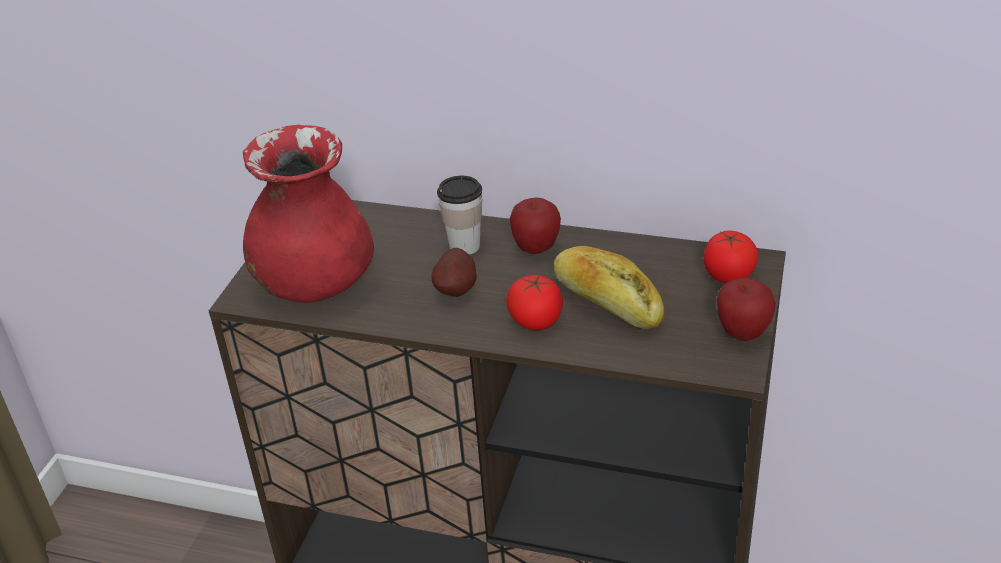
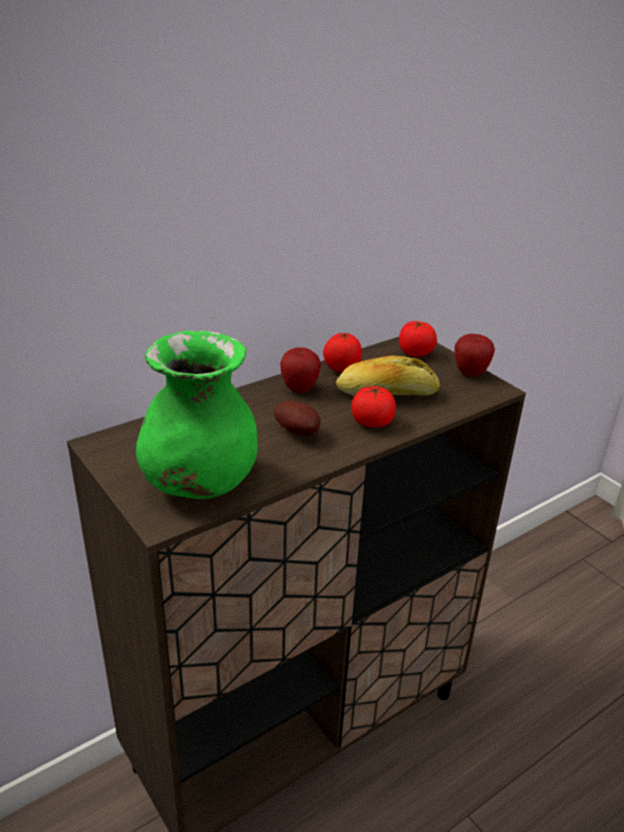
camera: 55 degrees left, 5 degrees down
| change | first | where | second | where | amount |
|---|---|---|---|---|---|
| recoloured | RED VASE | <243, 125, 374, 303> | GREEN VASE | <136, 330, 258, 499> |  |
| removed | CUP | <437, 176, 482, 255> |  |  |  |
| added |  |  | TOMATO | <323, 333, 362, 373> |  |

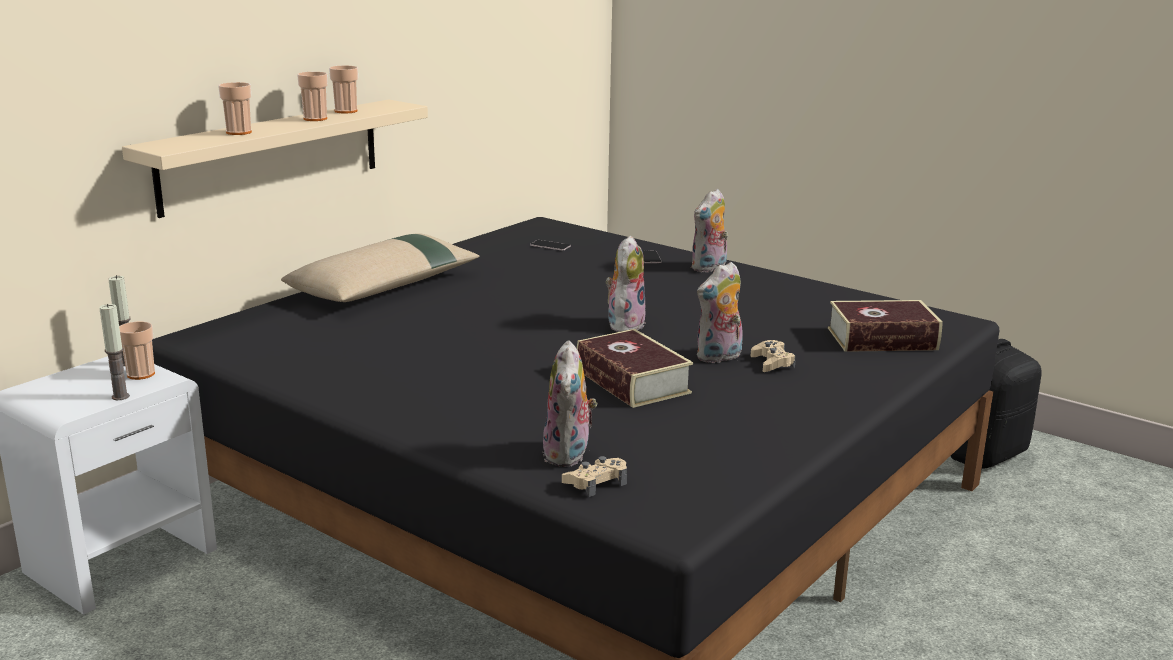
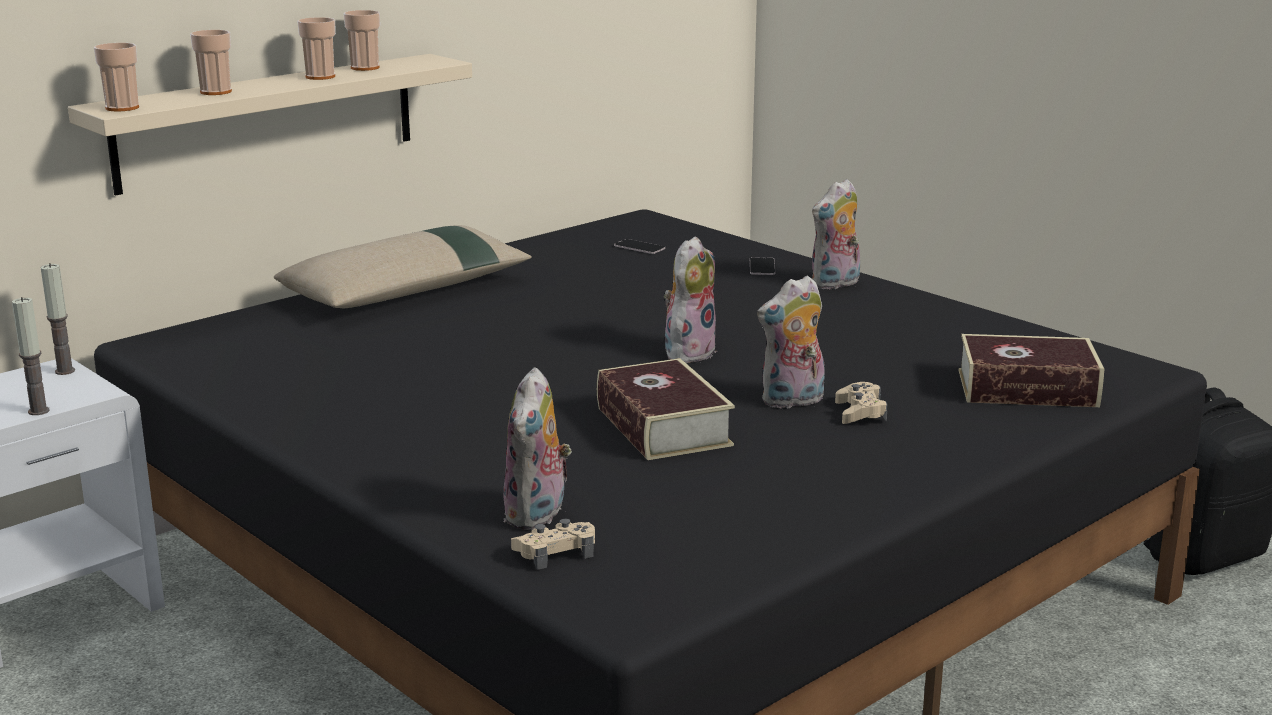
camera: 10 degrees right, 0 degrees up
| change | first | where | second | where | amount |
|---|---|---|---|---|---|
| moved | CUP | <119, 321, 155, 380> |  | <94, 43, 139, 112> |  |

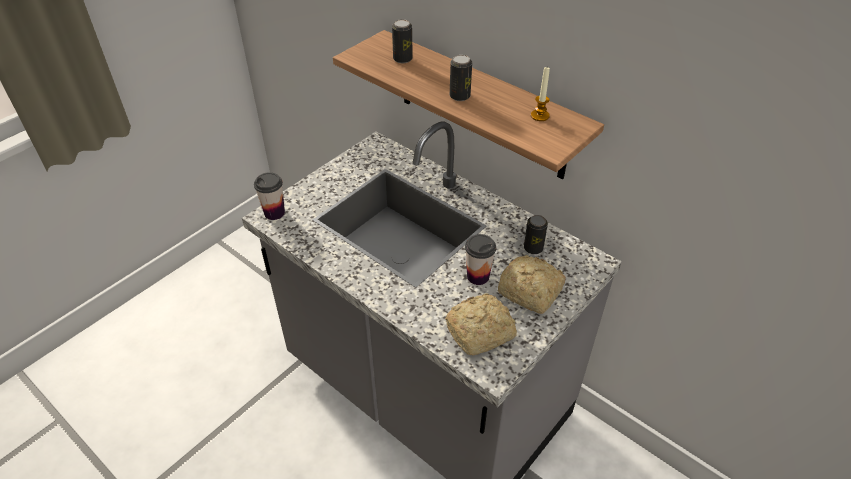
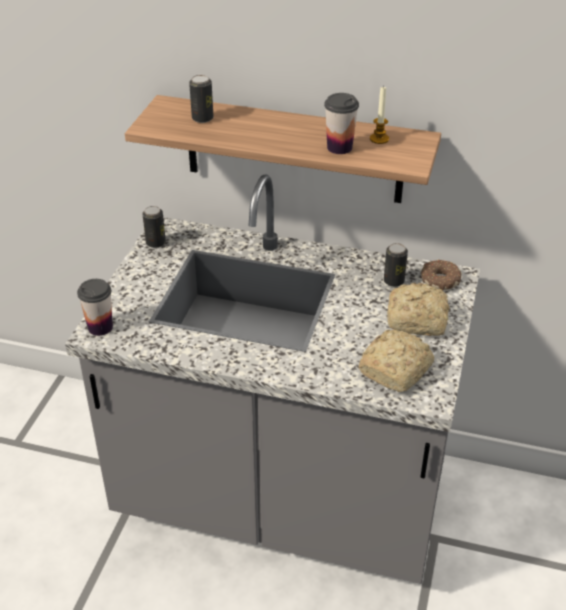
camera: 25 degrees left, 5 degrees down
| change | first | where | second | where | amount |
|---|---|---|---|---|---|
| moved | CAN | <450, 55, 472, 101> |  | <142, 206, 166, 248> |  |
| moved | CUP | <465, 234, 496, 285> |  | <324, 93, 359, 154> |  |
| added |  |  | DONUT | <421, 260, 461, 290> |  |

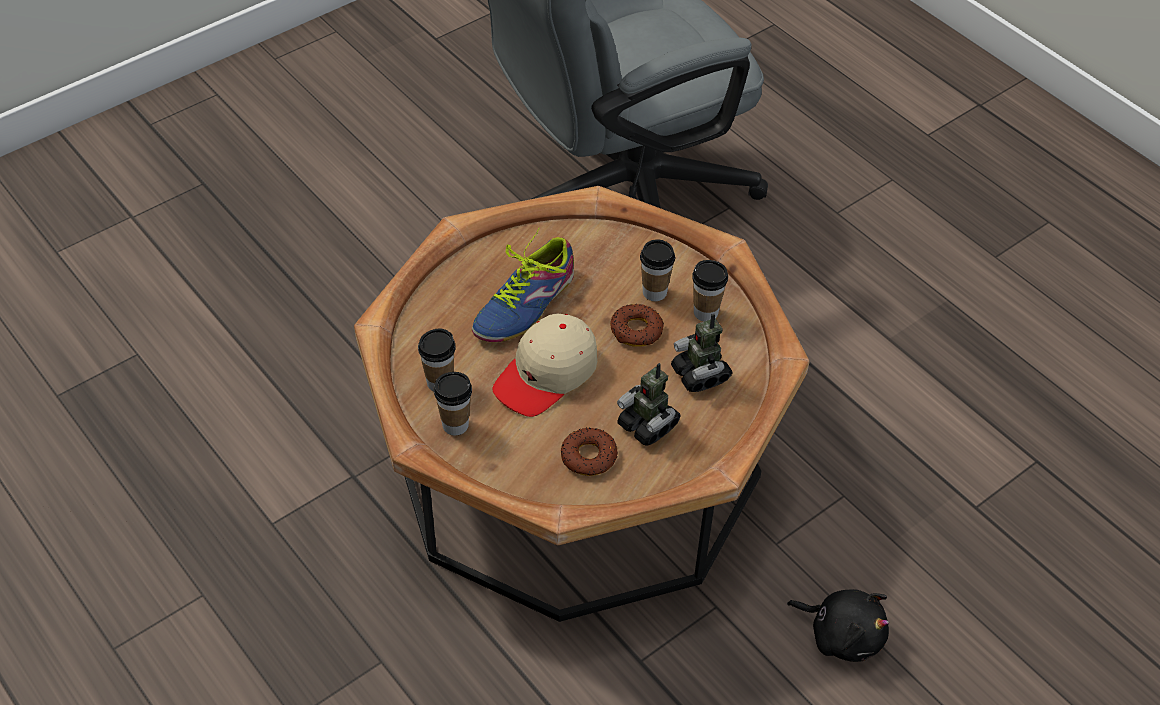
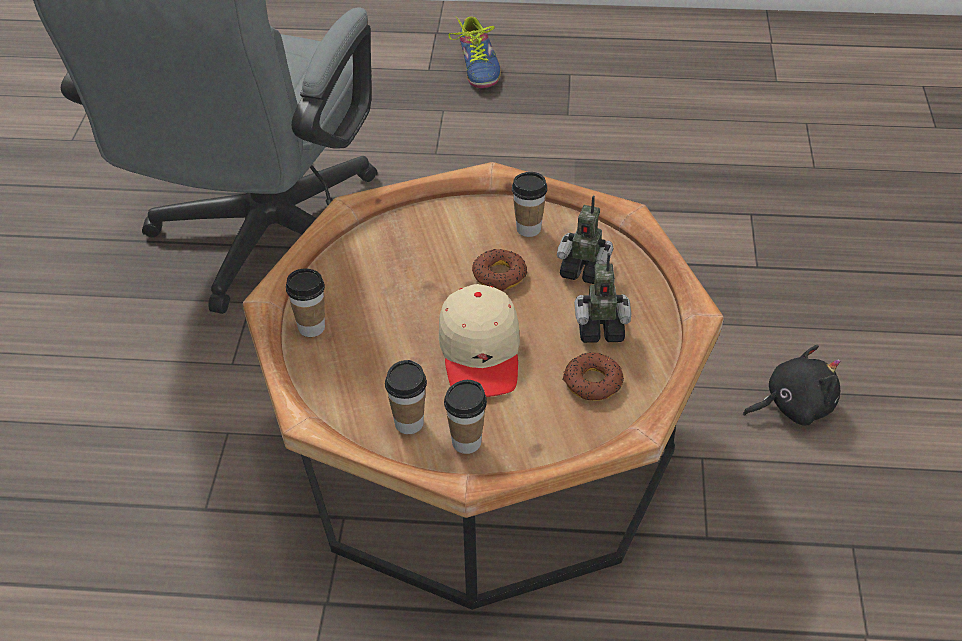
camera: 45 degrees left, 5 degrees down
| change | first | where | second | where | amount |
|---|---|---|---|---|---|
| moved | SHOE | <472, 227, 574, 342> |  | <448, 16, 501, 88> |  |
| moved | CUP | <640, 239, 675, 301> |  | <286, 269, 325, 337> |  |

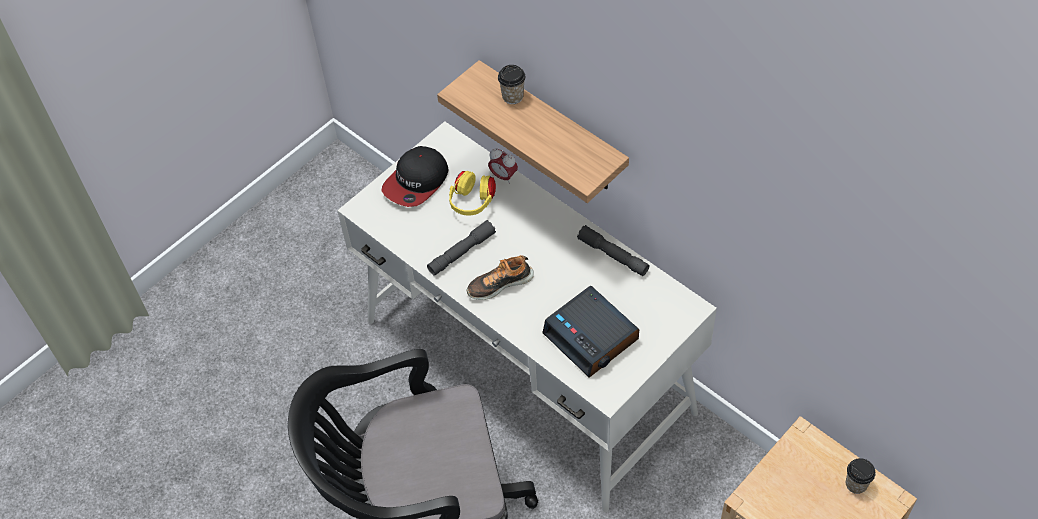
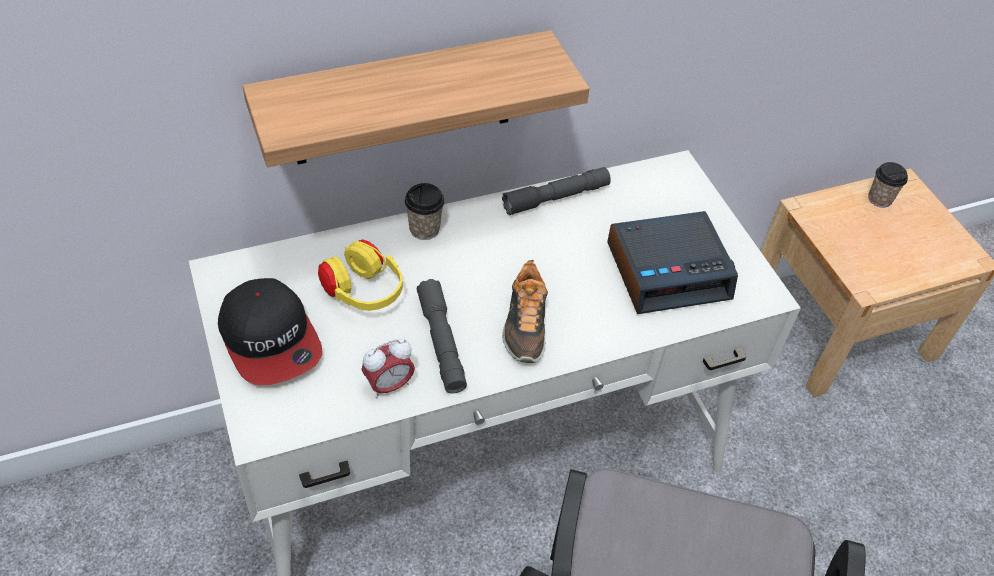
camera: 70 degrees left, 5 degrees down
| change | first | where | second | where | amount |
|---|---|---|---|---|---|
| moved | ALARM CLOCK | <488, 148, 518, 184> |  | <361, 339, 415, 399> |  |
| moved | CUP | <498, 65, 525, 104> |  | <405, 183, 445, 240> |  |

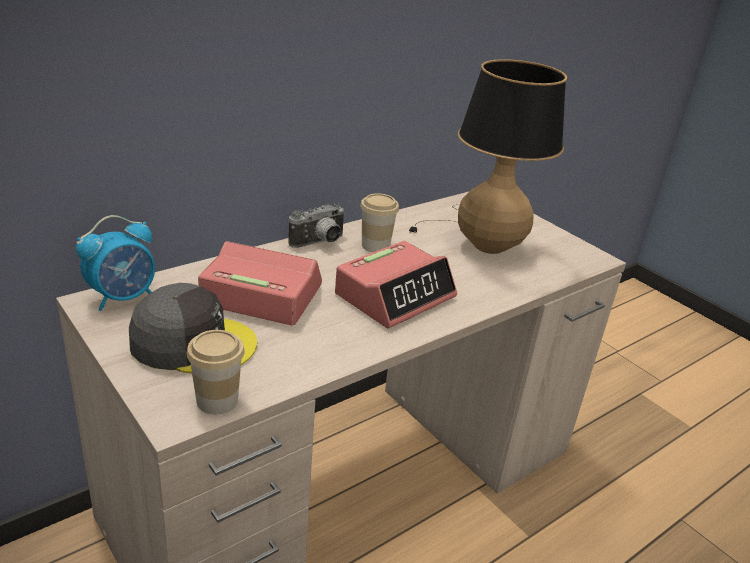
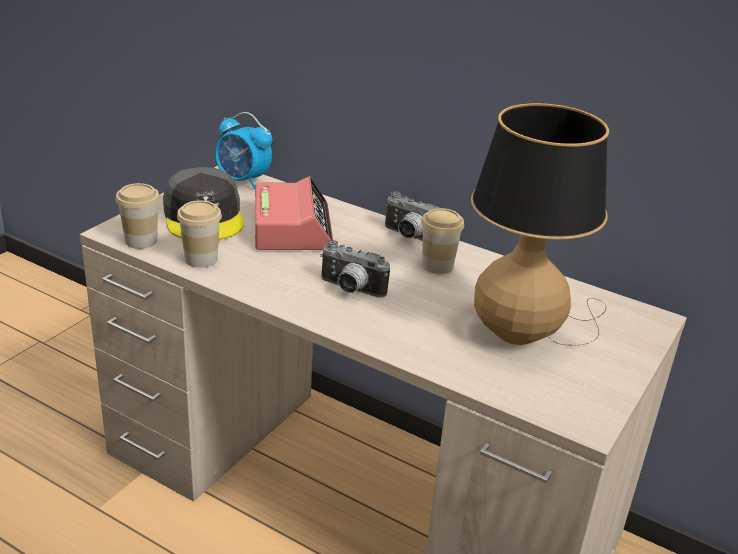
camera: 70 degrees right, 0 degrees up
| change | first | where | second | where | amount |
|---|---|---|---|---|---|
| replaced | ALARM CLOCK | <335, 241, 457, 328> | PHOTO CAMERA | <320, 240, 390, 298> |  |
| added |  |  | CUP | <177, 200, 222, 268> |  |

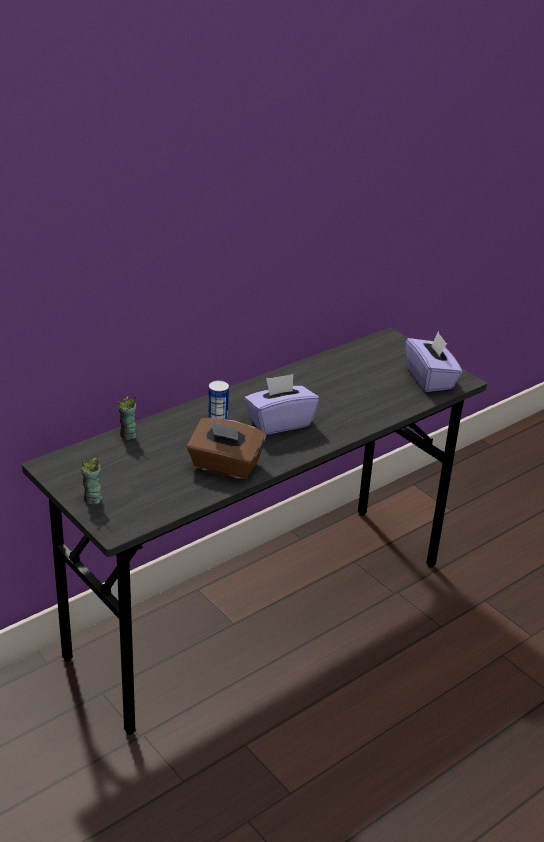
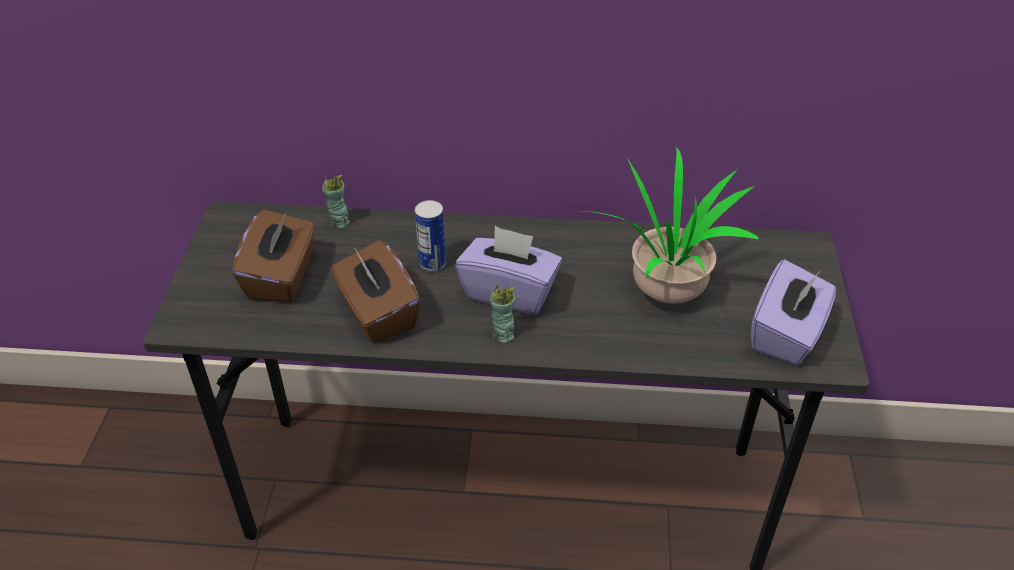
camera: 45 degrees right, 10 degrees up
| change | first | where | second | where | amount |
|---|---|---|---|---|---|
| moved | CUP | <81, 458, 102, 504> |  | <489, 284, 516, 343> |  |
| added |  |  | BROWN TISSUE BOX | <232, 209, 315, 303> |  |
| added |  |  | POTTED PLANT | <586, 147, 759, 304> |  |

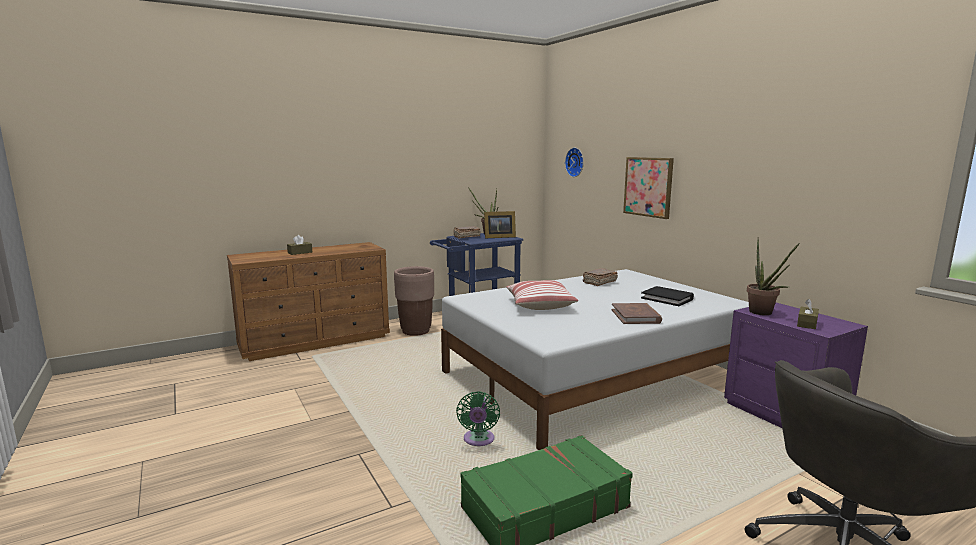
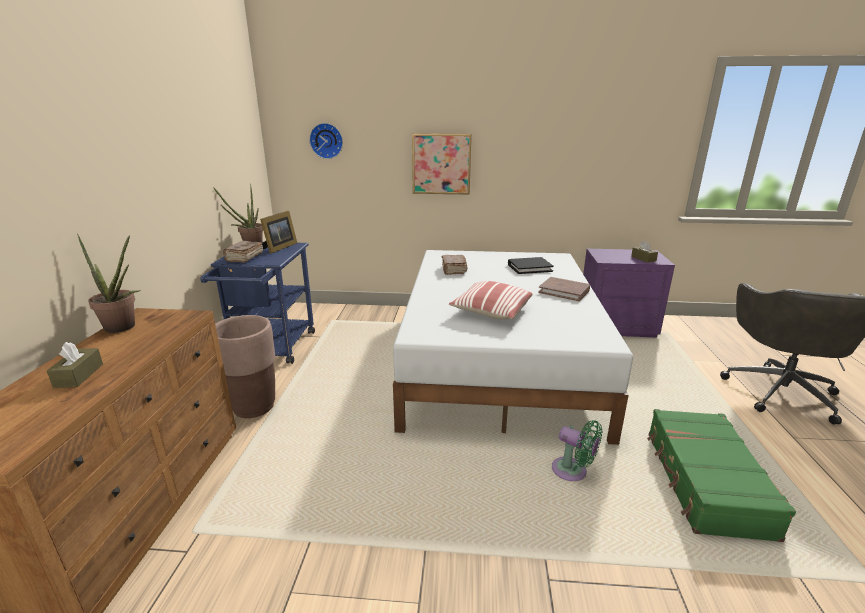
camera: 55 degrees left, 10 degrees up
| change | first | where | second | where | amount |
|---|---|---|---|---|---|
| moved | POTTED PLANT | <747, 239, 800, 315> |  | <77, 233, 141, 333> |  |

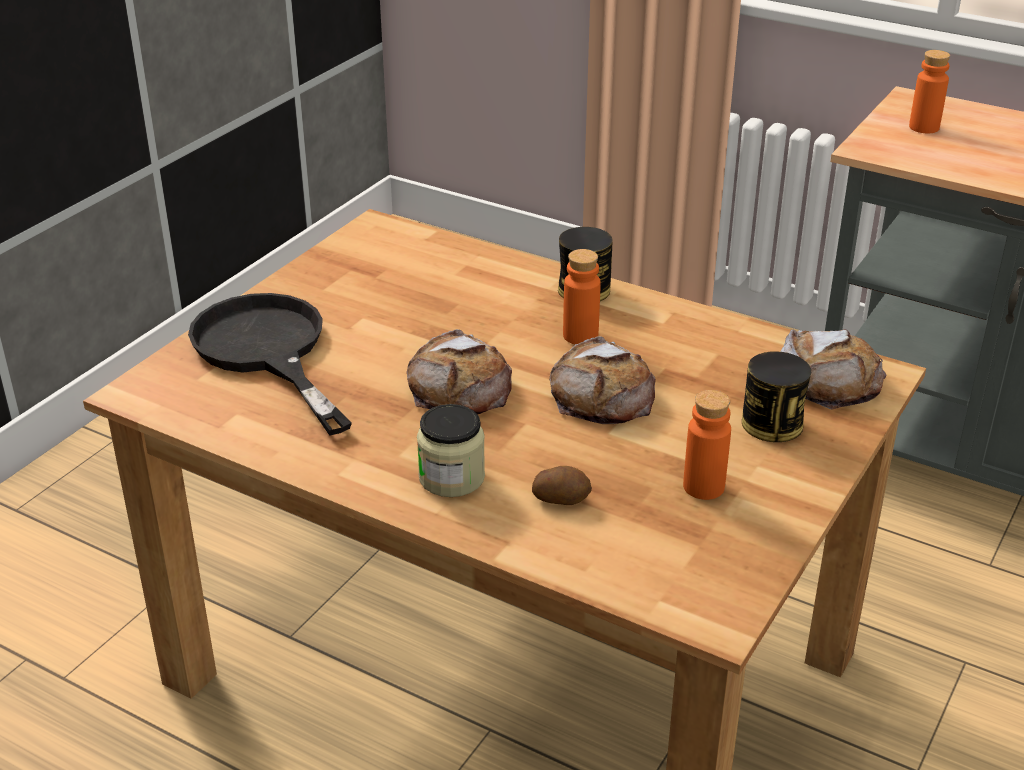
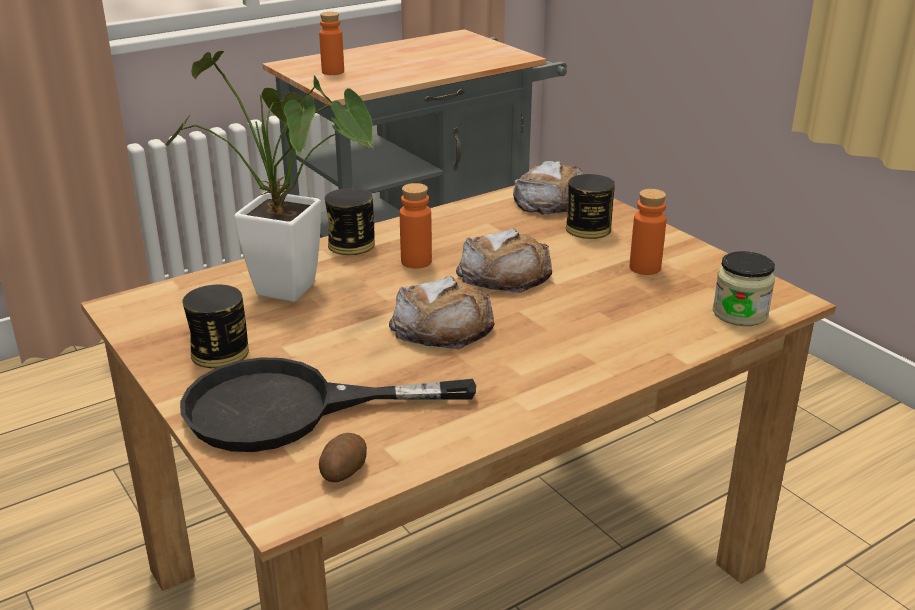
camera: 65 degrees left, 5 degrees down
| change | first | where | second | where | amount |
|---|---|---|---|---|---|
| moved | JAR | <417, 404, 485, 497> |  | <713, 251, 775, 326> |  |
| moved | POTATO | <532, 466, 592, 505> |  | <319, 433, 367, 482> |  |
| added |  |  | POTTED PLANT | <166, 51, 374, 302> |  |
| added |  |  | CAN | <182, 285, 249, 368> |  |

